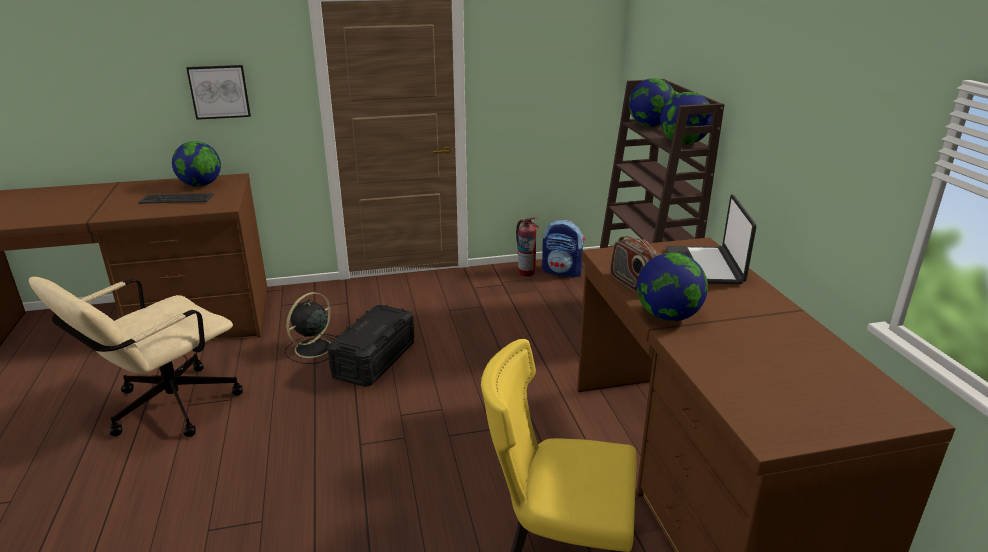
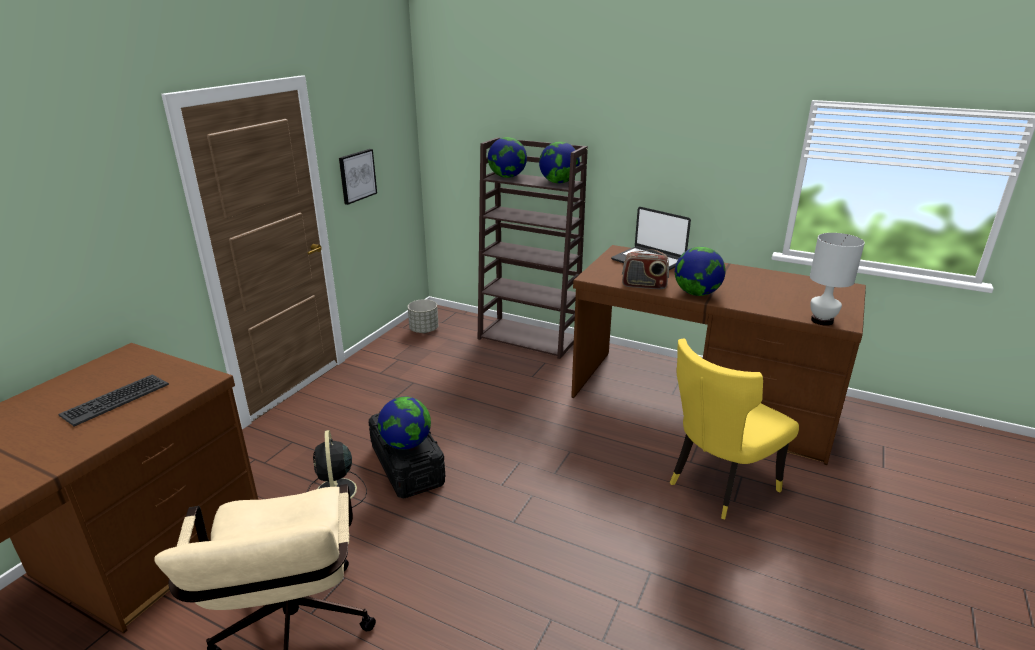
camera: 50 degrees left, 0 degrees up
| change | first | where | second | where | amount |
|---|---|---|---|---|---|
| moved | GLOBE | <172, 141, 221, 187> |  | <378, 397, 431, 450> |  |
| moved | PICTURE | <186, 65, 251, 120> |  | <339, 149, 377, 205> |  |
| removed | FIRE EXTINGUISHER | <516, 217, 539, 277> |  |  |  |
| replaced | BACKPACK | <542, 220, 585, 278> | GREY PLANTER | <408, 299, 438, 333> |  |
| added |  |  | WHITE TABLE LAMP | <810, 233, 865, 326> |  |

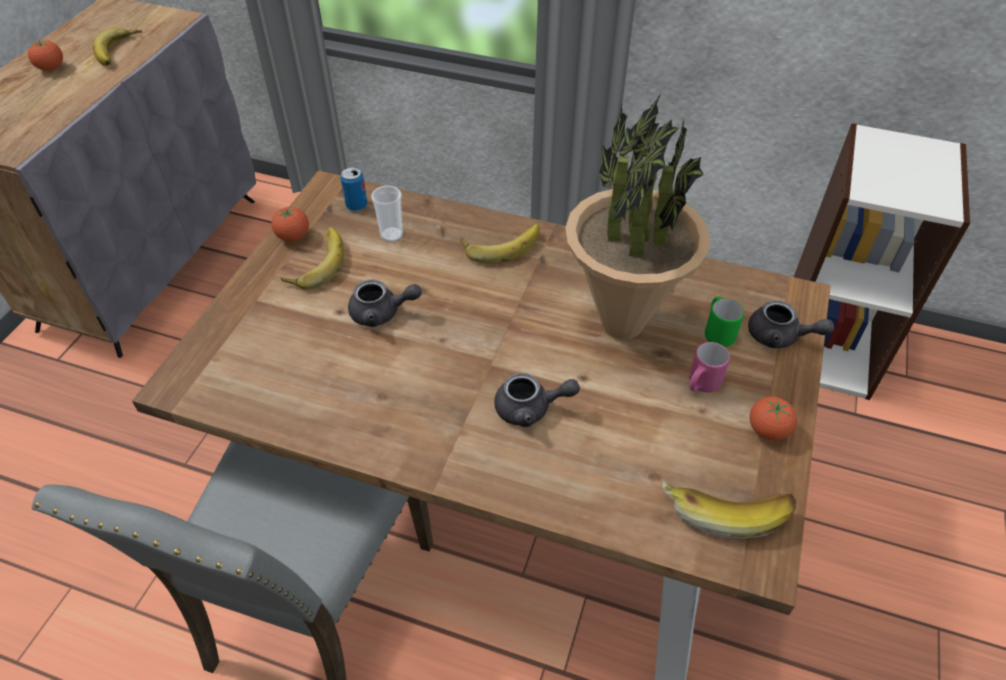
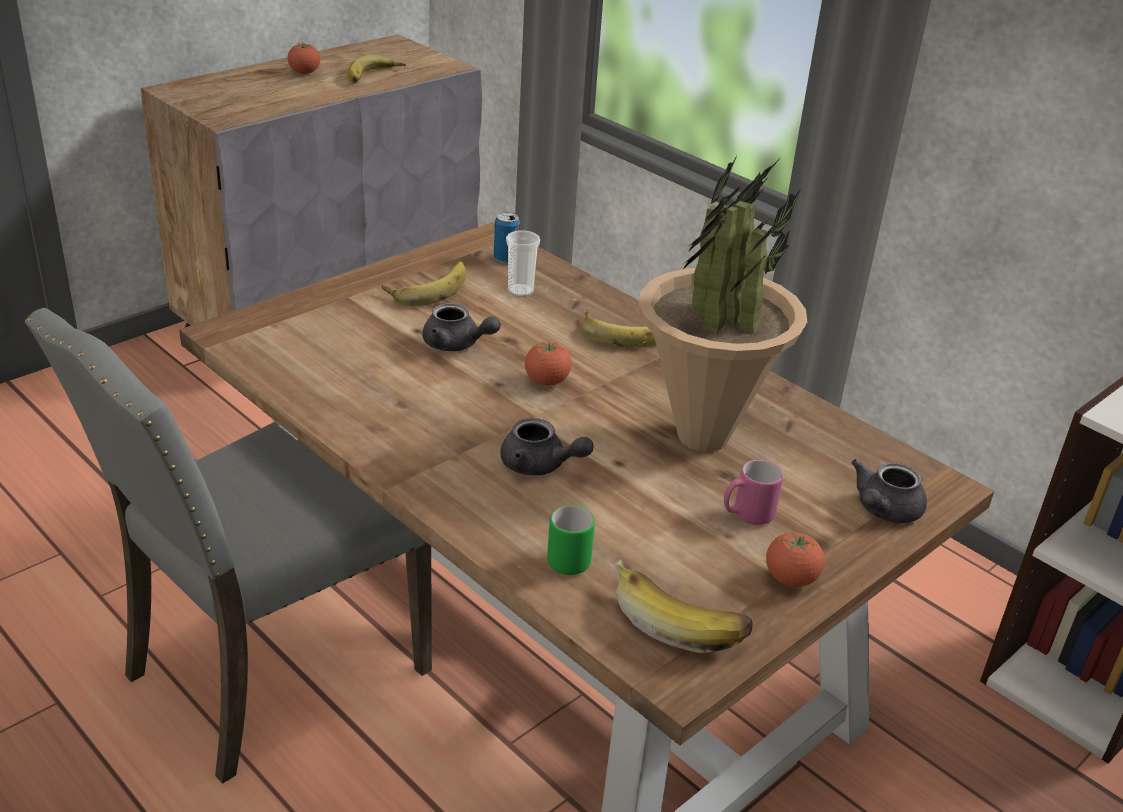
camera: 25 degrees right, 15 degrees down
| change | first | where | second | where | amount |
|---|---|---|---|---|---|
| moved | TOMATO | <271, 207, 309, 242> |  | <525, 342, 572, 386> |  |
| moved | GREEN MUG | <705, 297, 744, 347> |  | <547, 505, 595, 575> |  |
| turned | GREY TEAPOT | <748, 300, 834, 348> |  | <851, 459, 927, 523> | 75 degrees clockwise |

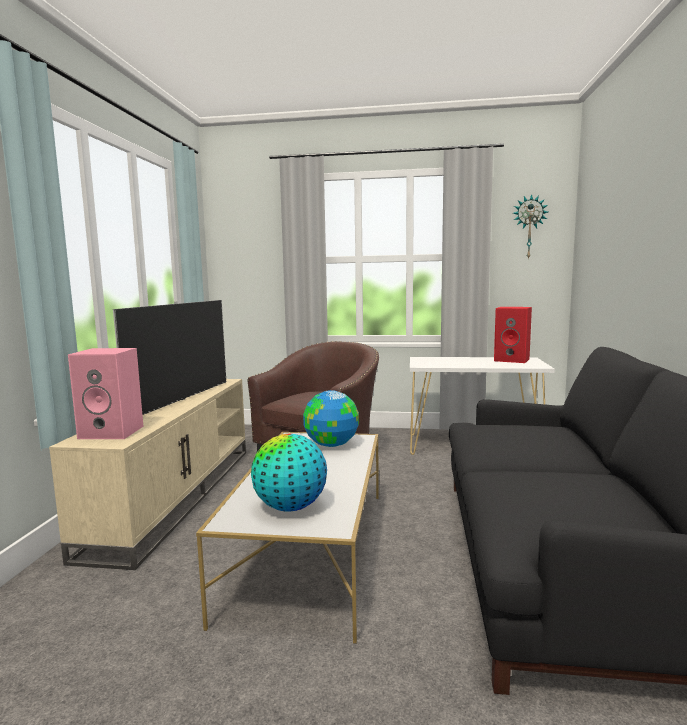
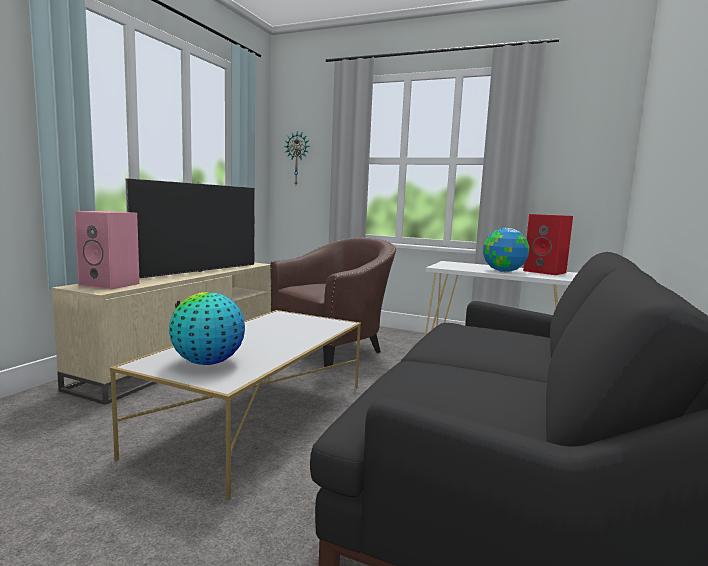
camera: 15 degrees right, 0 degrees up
| change | first | where | second | where | amount |
|---|---|---|---|---|---|
| moved | GLOBE | <303, 390, 359, 447> |  | <483, 228, 529, 272> |  |
| moved | WALL CLOCK | <513, 194, 548, 260> |  | <284, 131, 310, 185> |  |

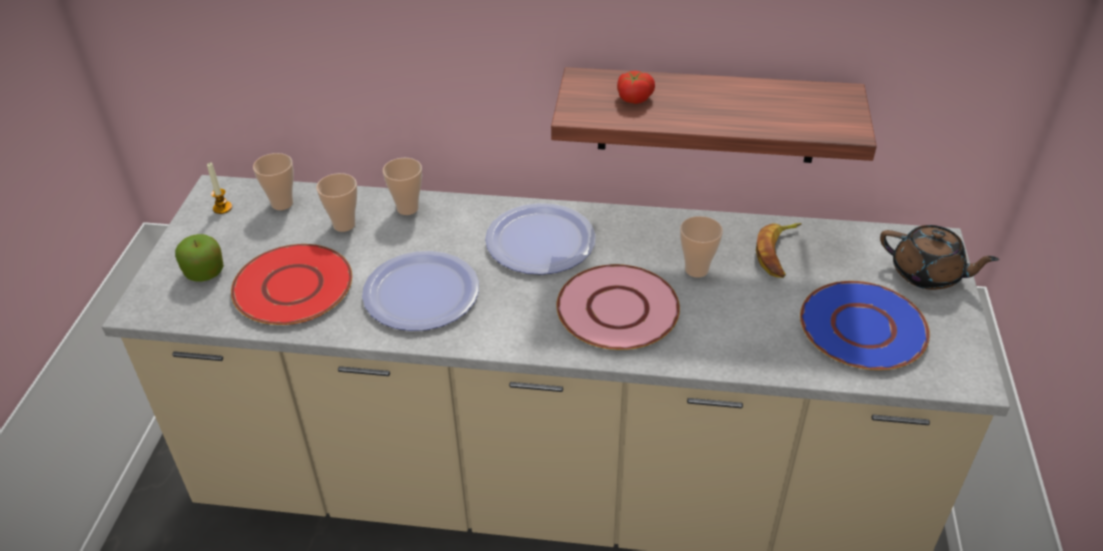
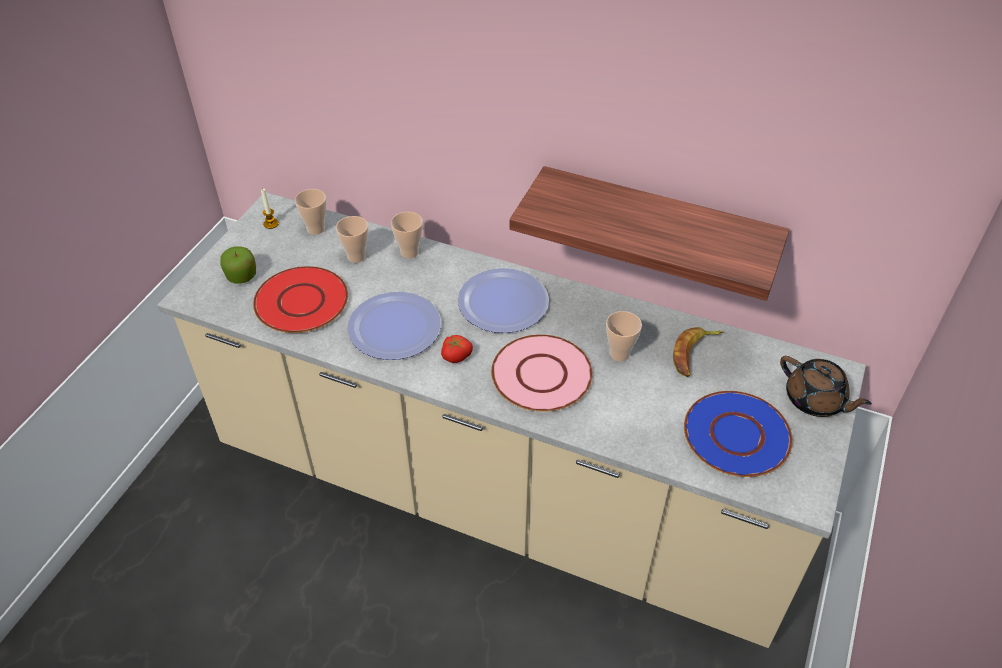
camera: 15 degrees right, 5 degrees up
| change | first | where | second | where | amount |
|---|---|---|---|---|---|
| moved | TOMATO | <617, 71, 655, 104> |  | <441, 335, 473, 363> |  |

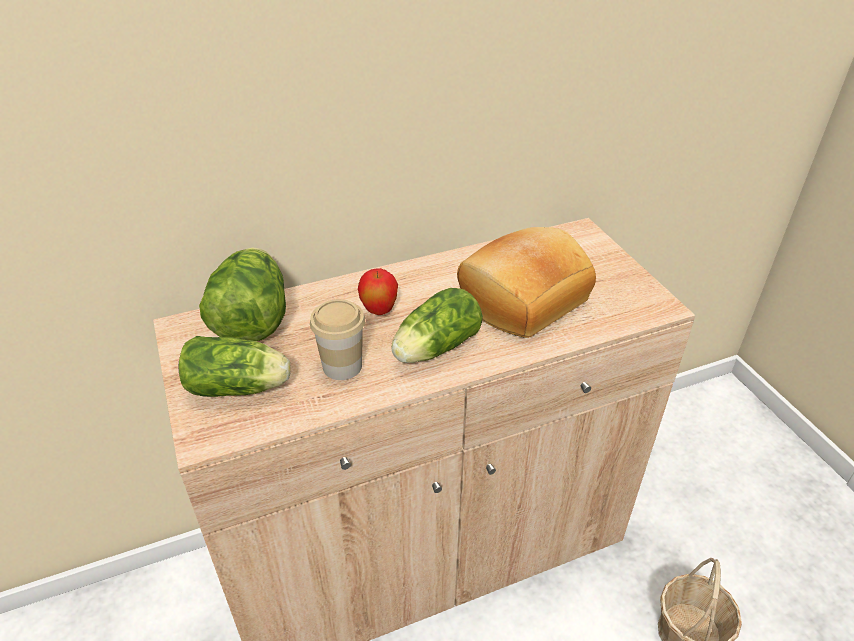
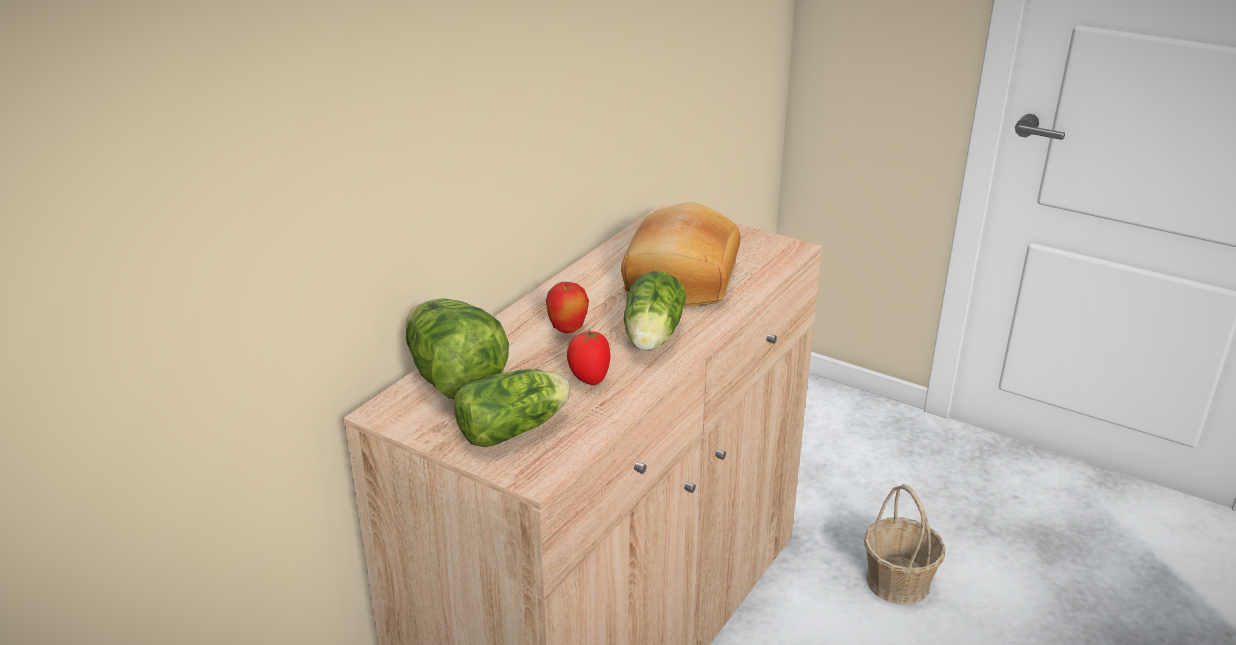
camera: 35 degrees left, 10 degrees down
| change | first | where | second | where | amount |
|---|---|---|---|---|---|
| replaced | CUP | <310, 299, 365, 380> | TOMATO | <567, 329, 610, 385> |  |

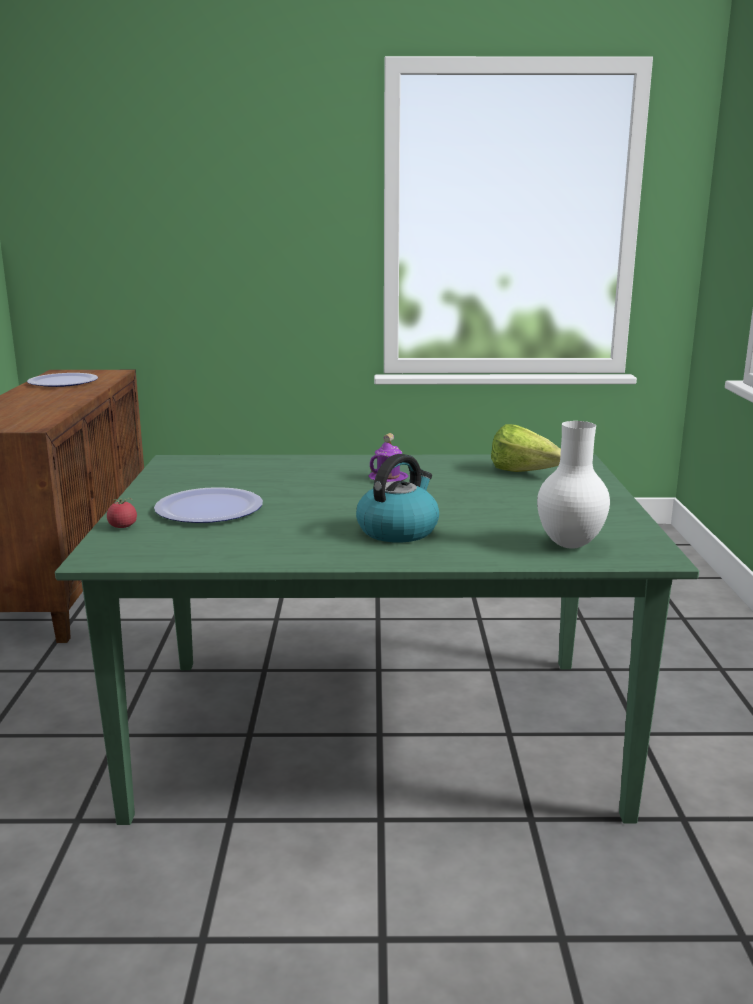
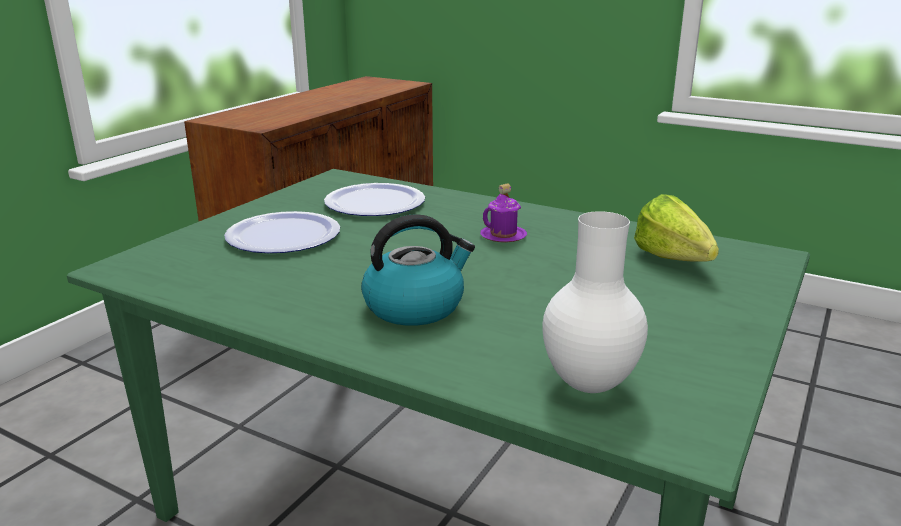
camera: 30 degrees right, 5 degrees up
| change | first | where | second | where | amount |
|---|---|---|---|---|---|
| moved | PLATE | <27, 373, 98, 387> |  | <324, 183, 425, 216> |  |
| removed | TOMATO | <107, 498, 137, 528> |  |  |  |

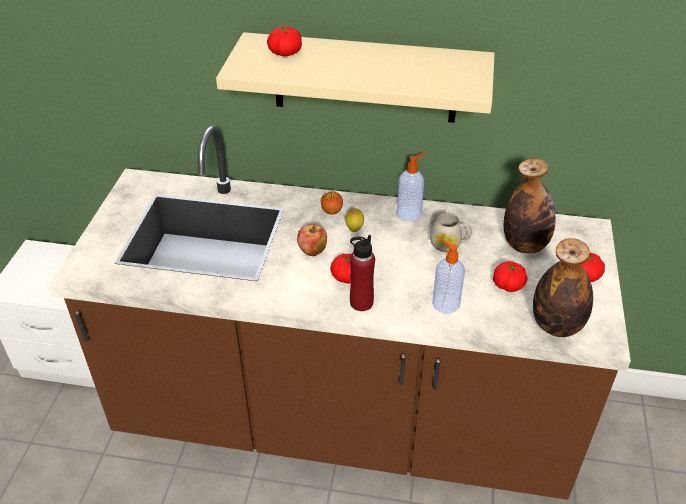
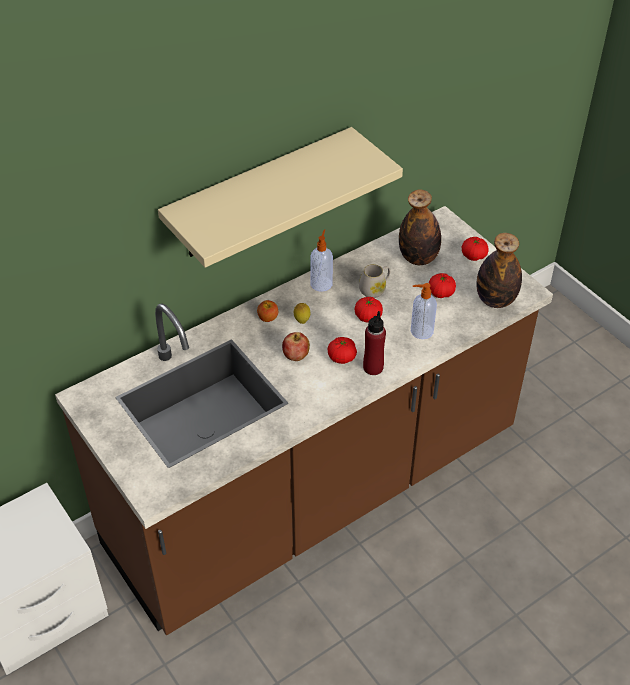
camera: 45 degrees left, 5 degrees up
| change | first | where | second | where | amount |
|---|---|---|---|---|---|
| moved | TOMATO | <267, 27, 302, 56> |  | <355, 297, 383, 322> |  |

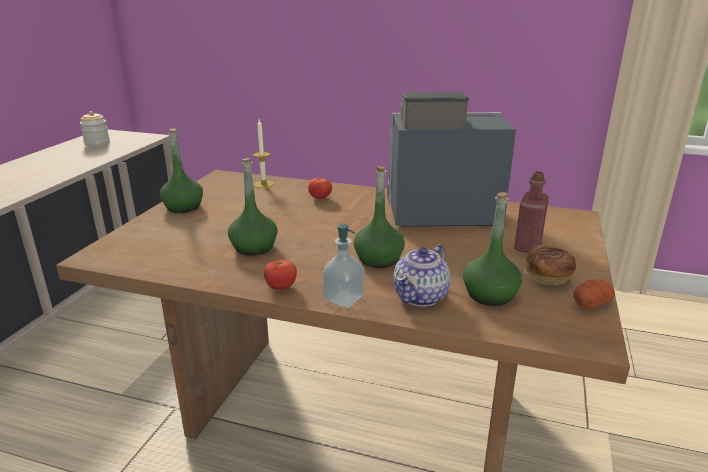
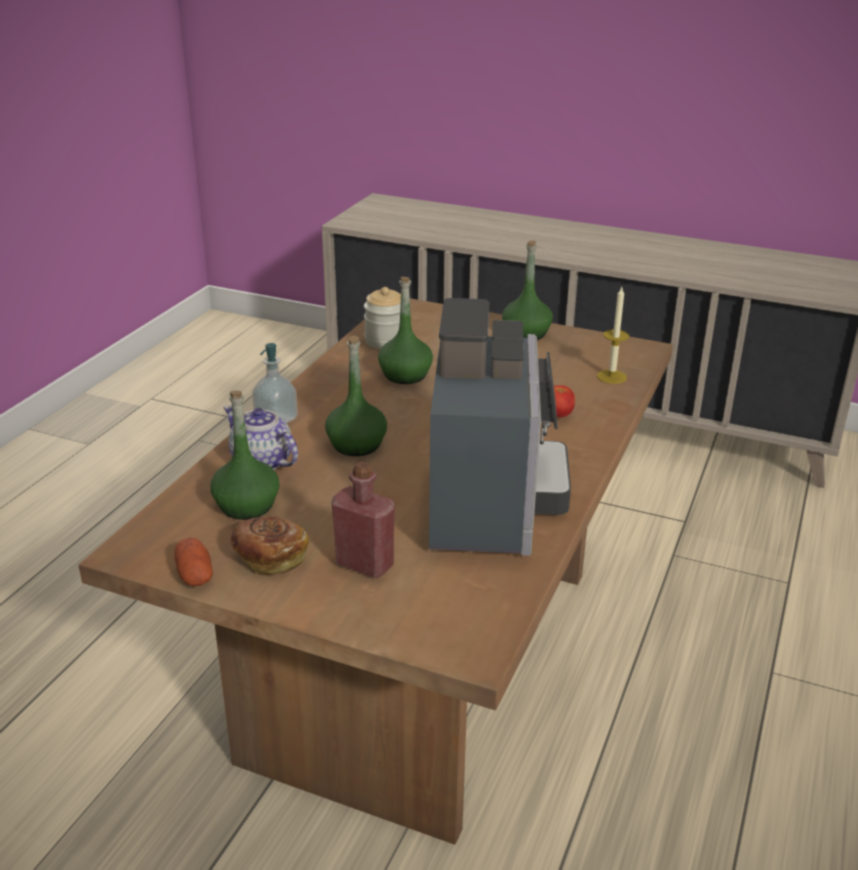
camera: 95 degrees right, 5 degrees up
| change | first | where | second | where | amount |
|---|---|---|---|---|---|
| moved | JAR | <80, 111, 110, 146> |  | <364, 287, 401, 349> |  |
| removed | TOMATO | <264, 260, 297, 290> |  |  |  |

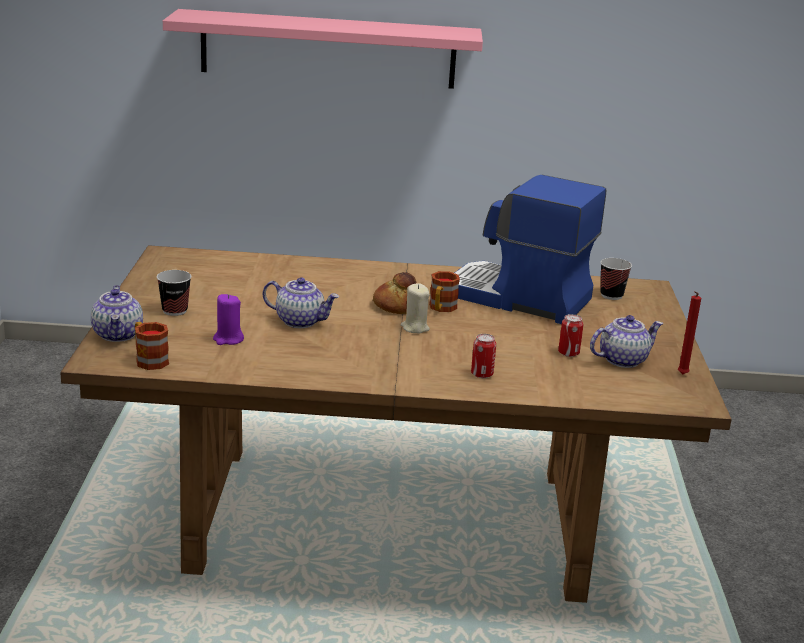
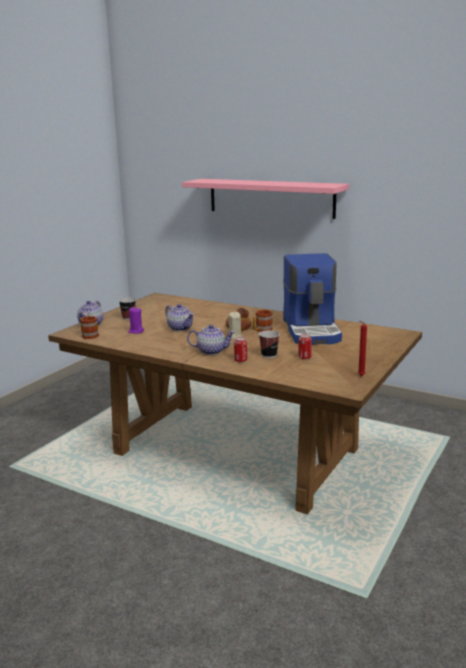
camera: 30 degrees right, 5 degrees down
| change | first | where | second | where | amount |
|---|---|---|---|---|---|
| turned | COFFEE MACHINE | <455, 175, 606, 324> |  | <283, 253, 342, 345> | 150 degrees counterclockwise |
| moved | TEAPOT | <590, 315, 663, 368> |  | <187, 325, 235, 355> |  |
| moved | CUP | <600, 258, 632, 300> |  | <259, 330, 280, 358> |  |

